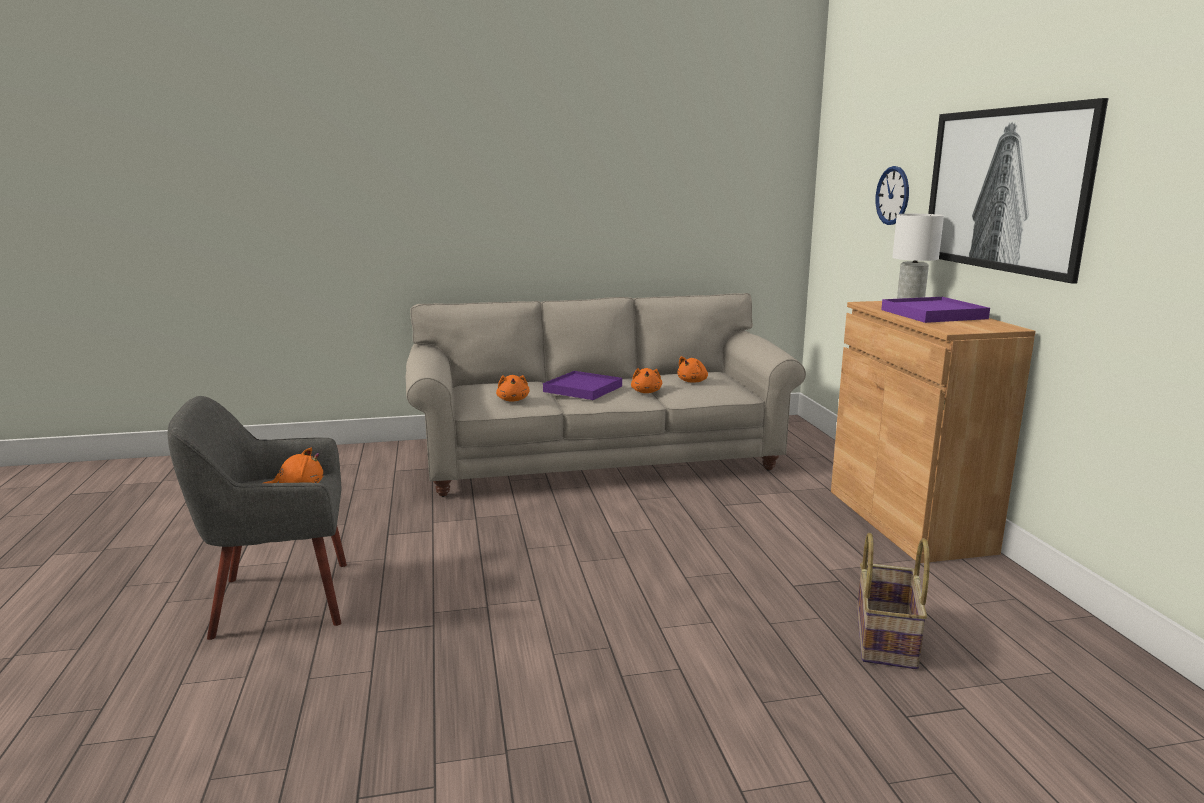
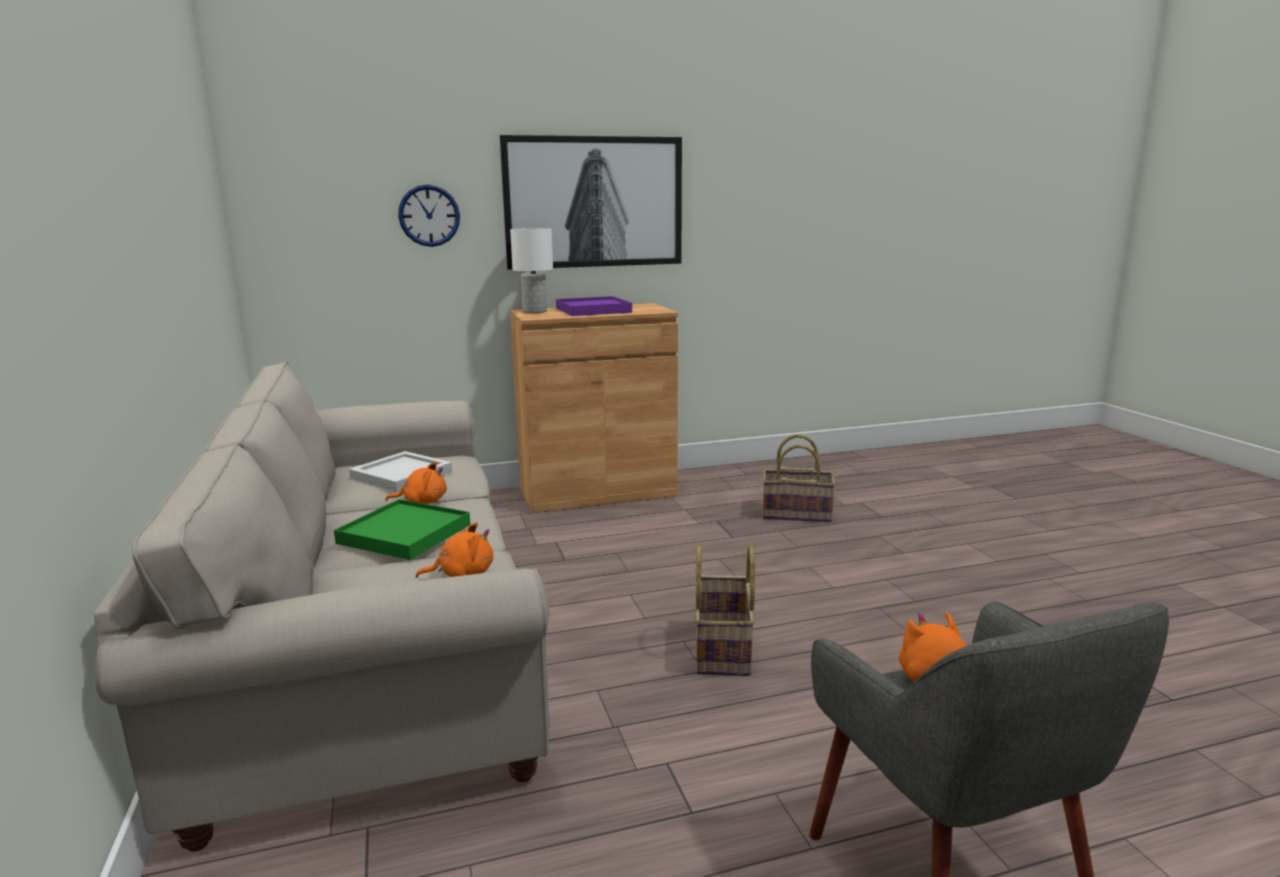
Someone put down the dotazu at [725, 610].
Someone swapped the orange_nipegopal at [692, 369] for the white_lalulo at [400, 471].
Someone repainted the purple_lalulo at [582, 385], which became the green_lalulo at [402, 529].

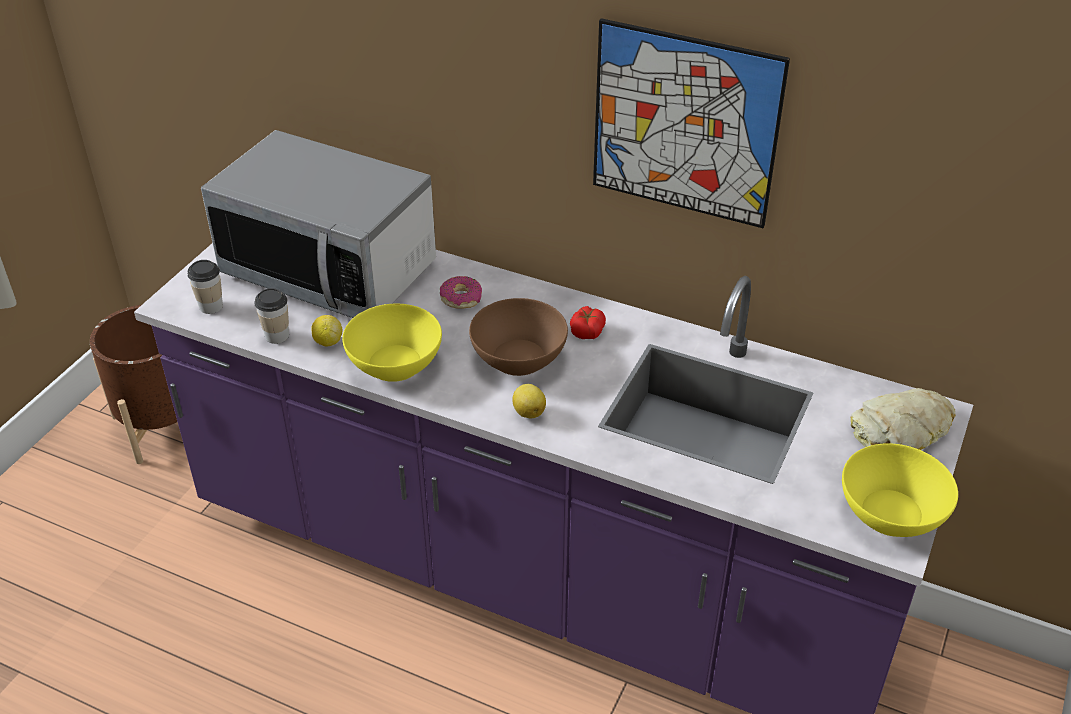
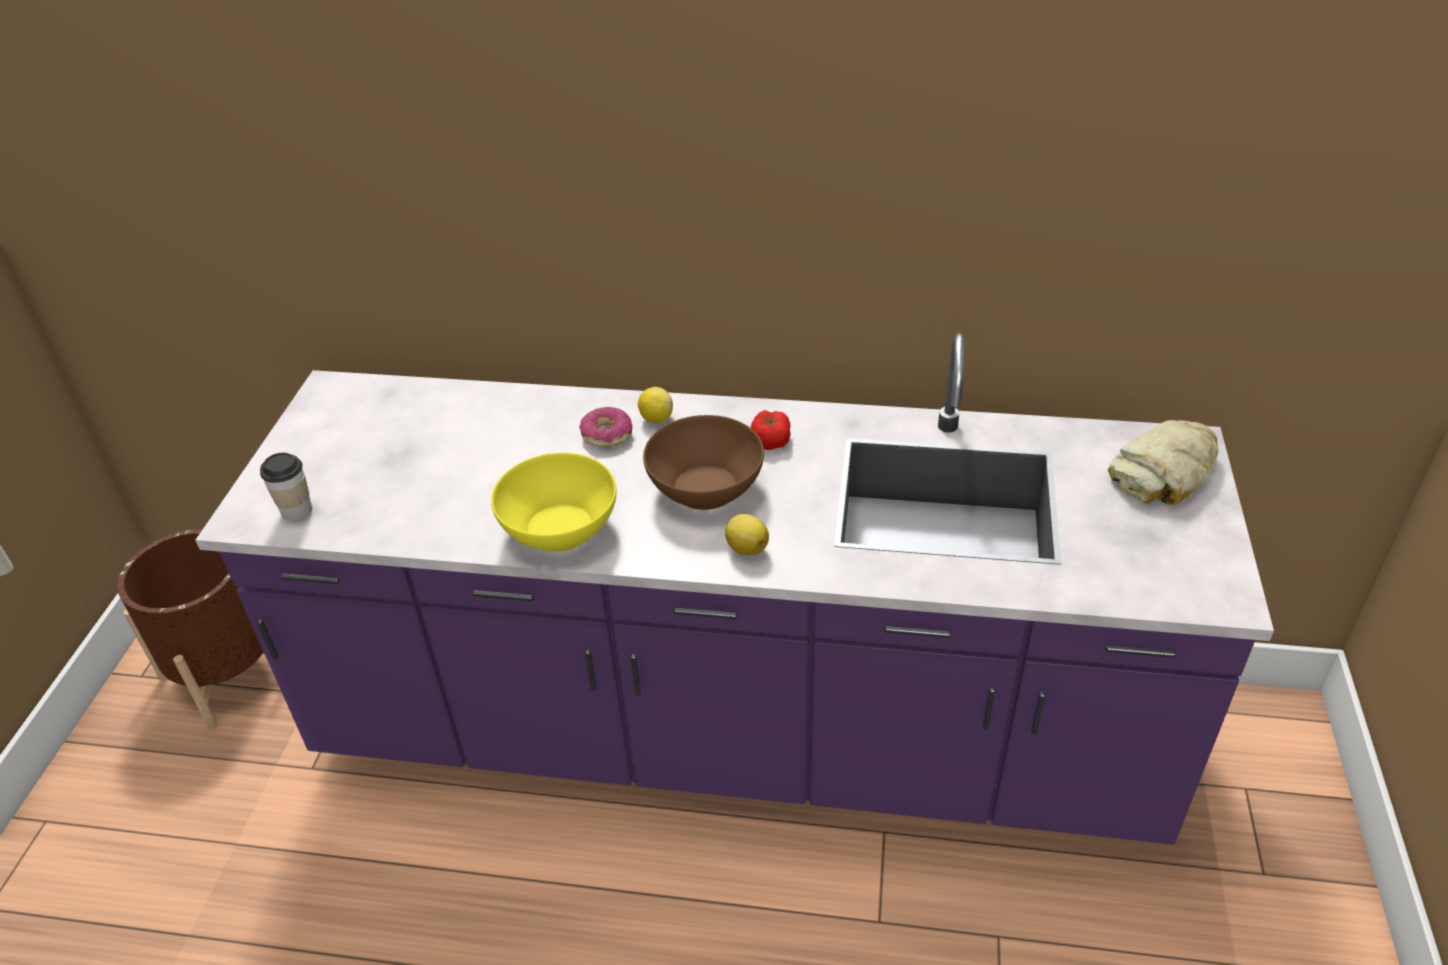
Someone took away the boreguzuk at [318, 224].
Someone took away the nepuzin at [271, 316].
Someone took away the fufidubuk at [691, 123].
Someone took away the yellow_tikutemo at [900, 490].
Someone carried the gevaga from [326, 331] to [655, 405].

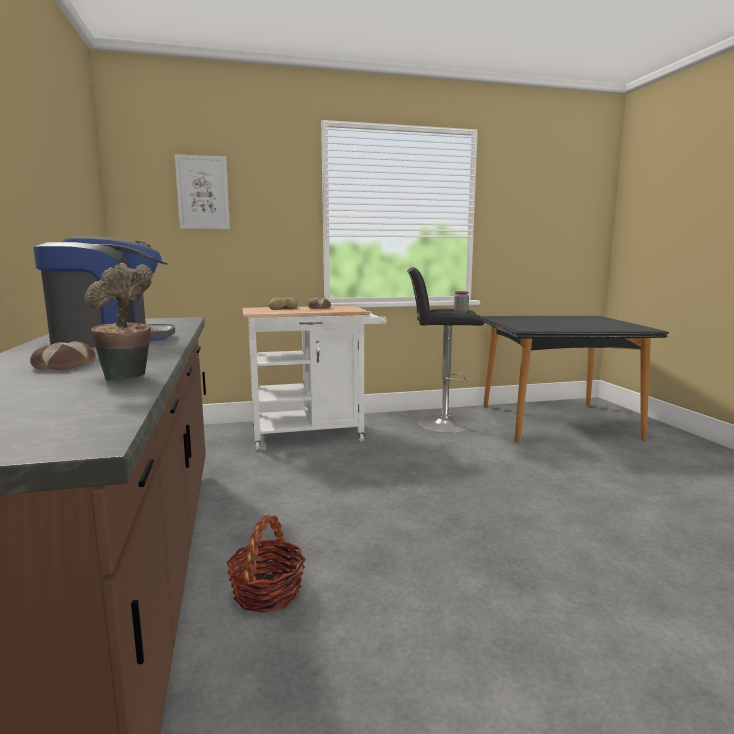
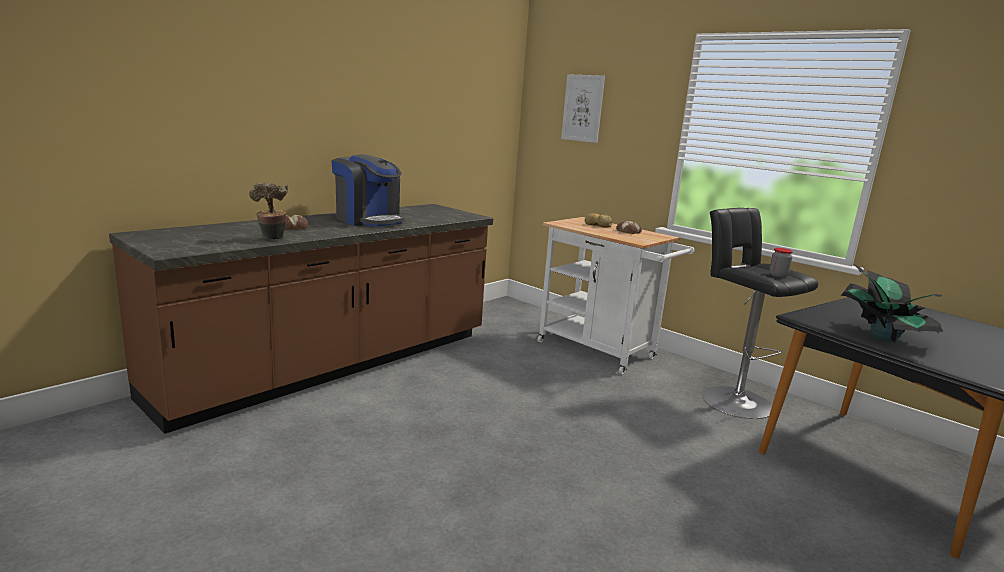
Someone took away the dotazu at [266, 564].
Someone put down the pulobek at [892, 303].

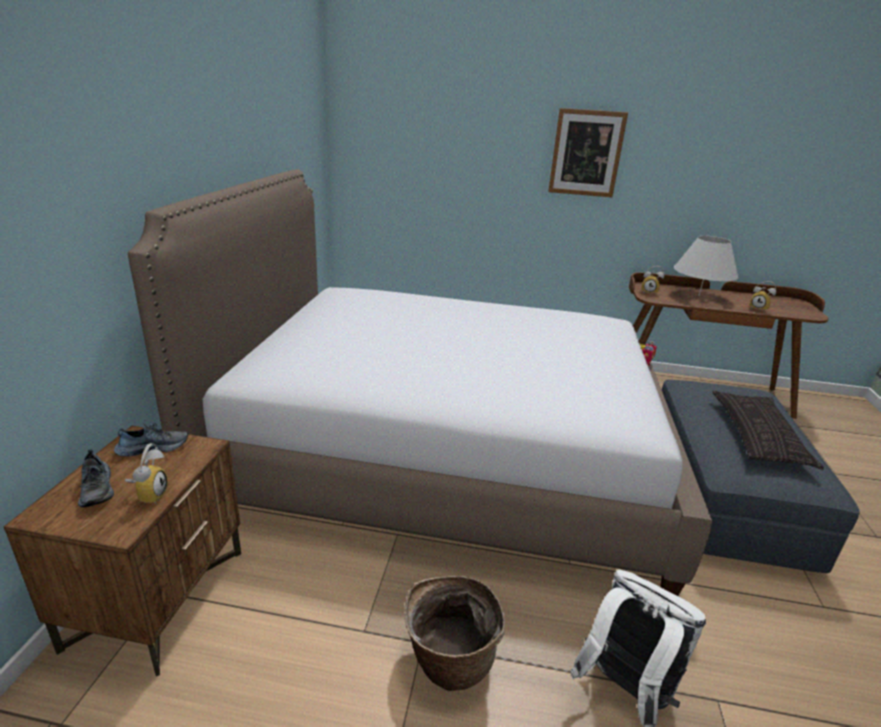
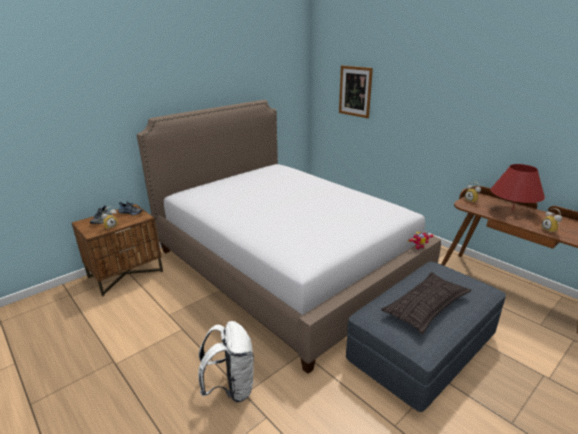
Someone took away the dotazu at [454, 633].
Someone carried the fufidubuk from [588, 152] to [356, 91].
Someone repainted the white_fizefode at [706, 266], which became the red_fizefode at [517, 188].

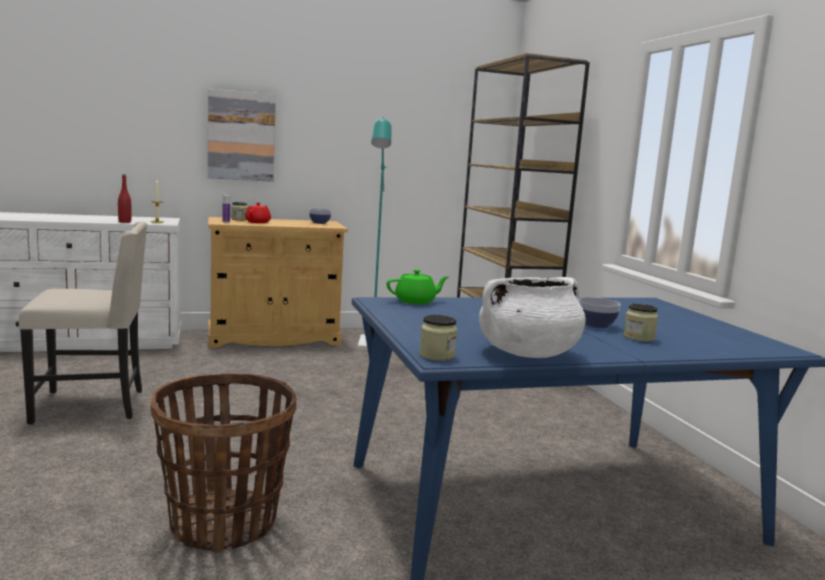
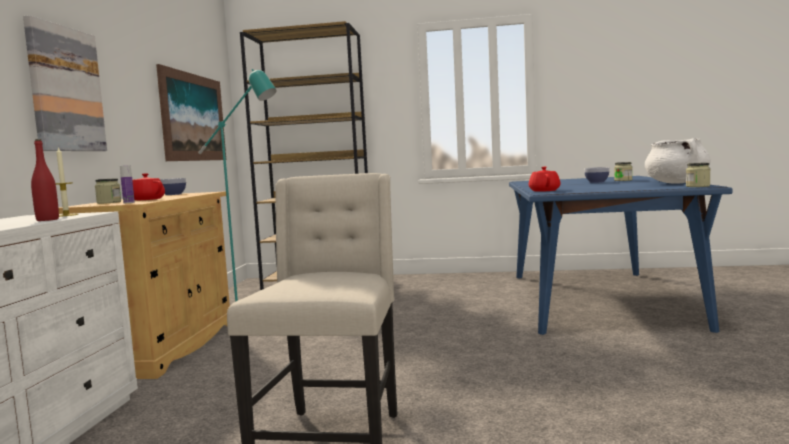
Someone took away the dotazu at [223, 463].
Someone put up the fufidubuk at [191, 112].
Someone repainted the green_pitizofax at [417, 286], which became the red_pitizofax at [545, 179].

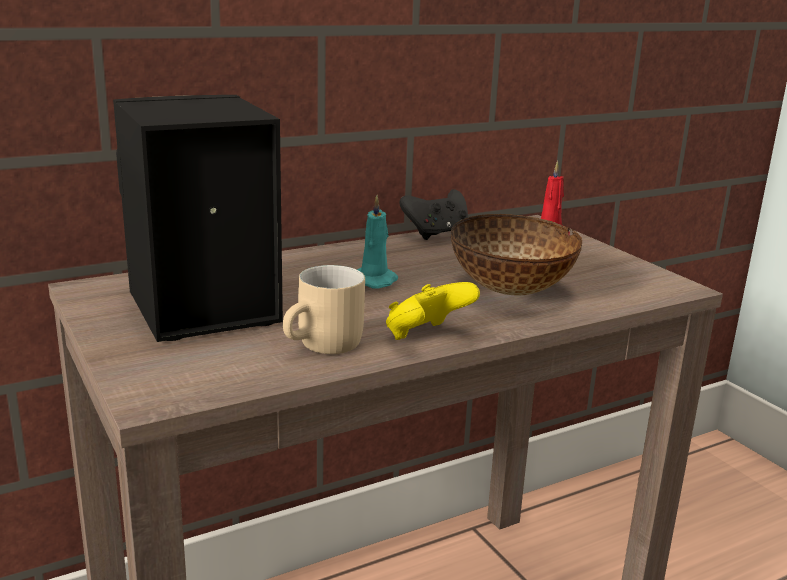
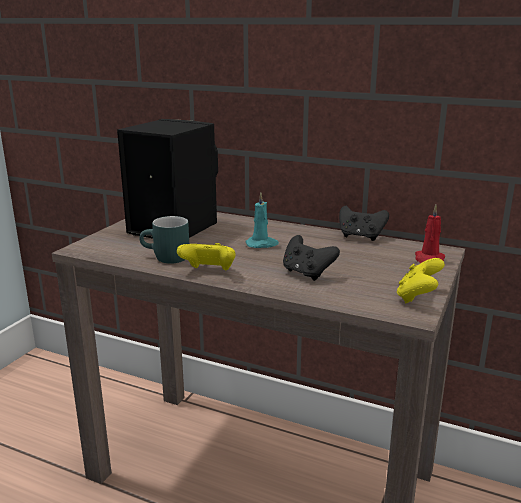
Someone put down the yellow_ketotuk at [421, 280].
Someone swapped the tikutemo at [516, 254] for the black_ketotuk at [311, 258].
Someone repainted the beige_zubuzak at [324, 309], which became the turquoise_zubuzak at [164, 240].

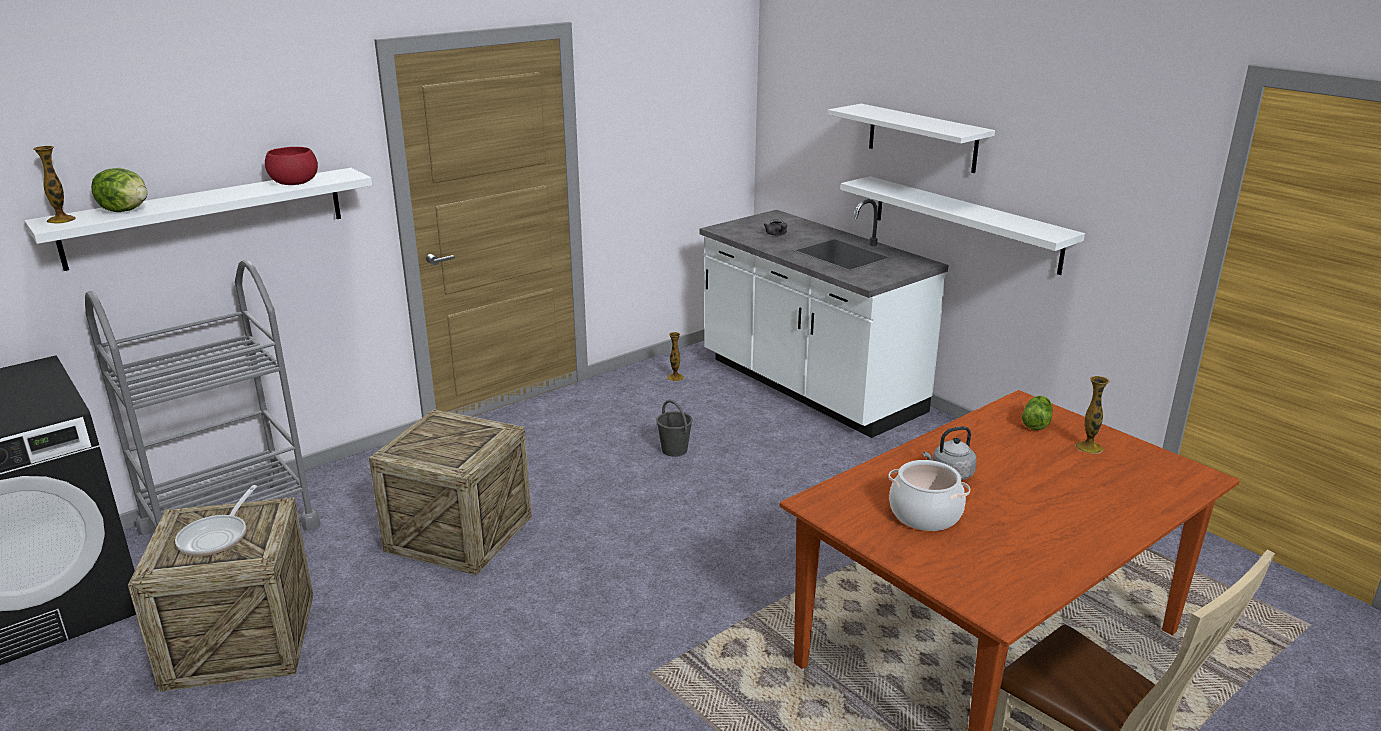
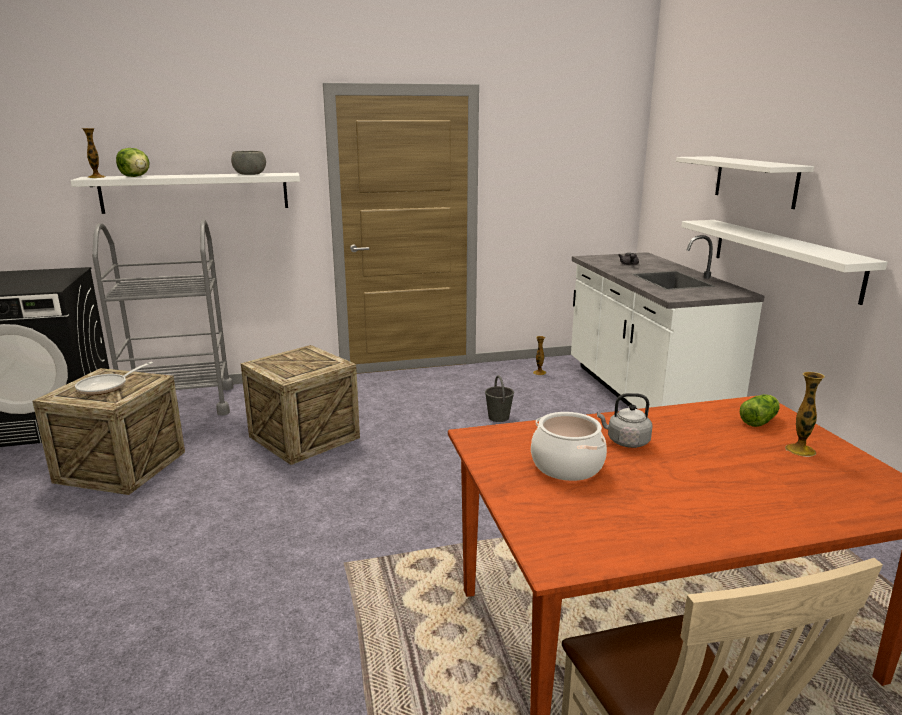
Someone repainted the red_tikutemo at [291, 166], which became the grey_tikutemo at [248, 163].

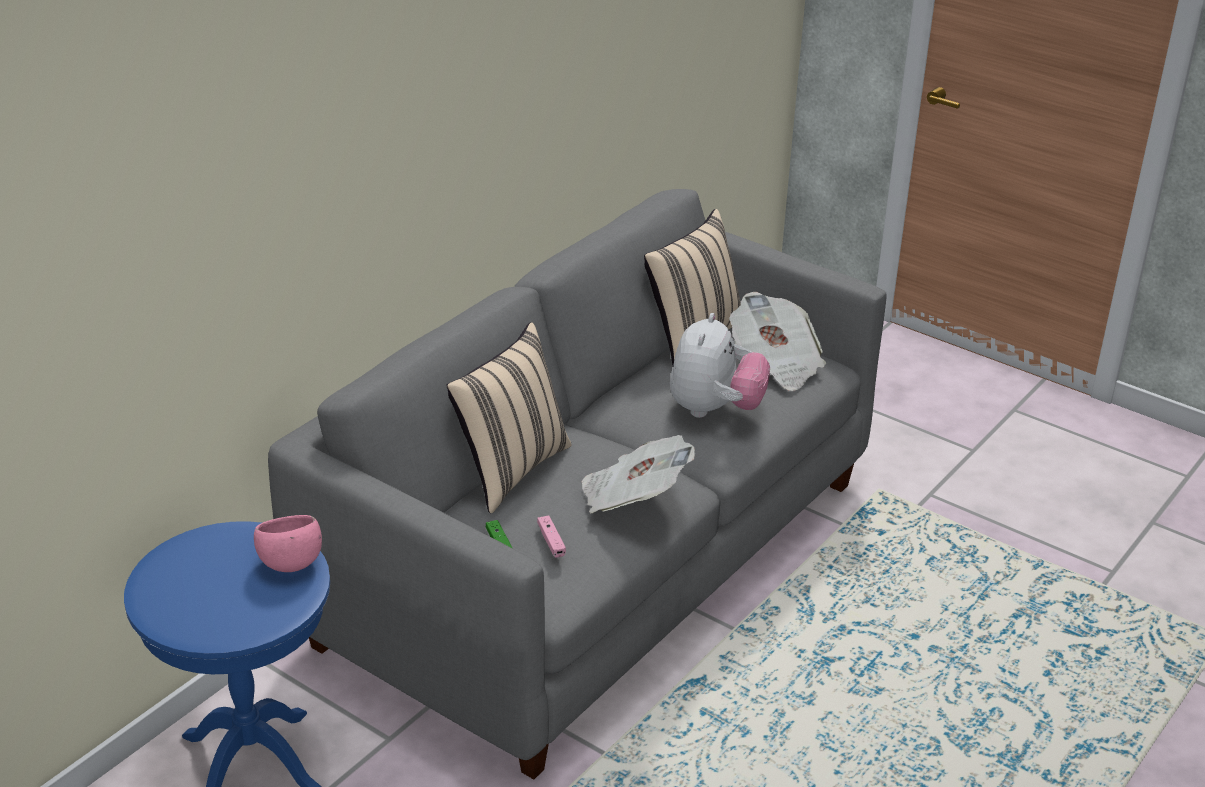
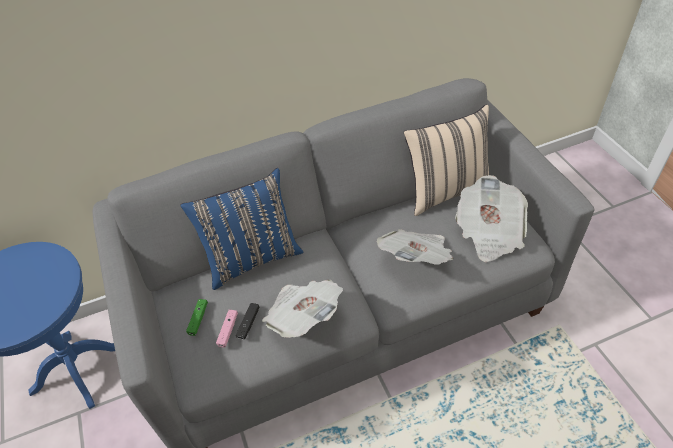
Someone took away the pink_tikutemo at [288, 543].
Someone put down the black_ketotuk at [247, 321].
Someone swapped the nipegopal at [720, 365] for the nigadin at [415, 247].
Someone repainted the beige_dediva at [509, 417], which became the blue_dediva at [242, 229].

